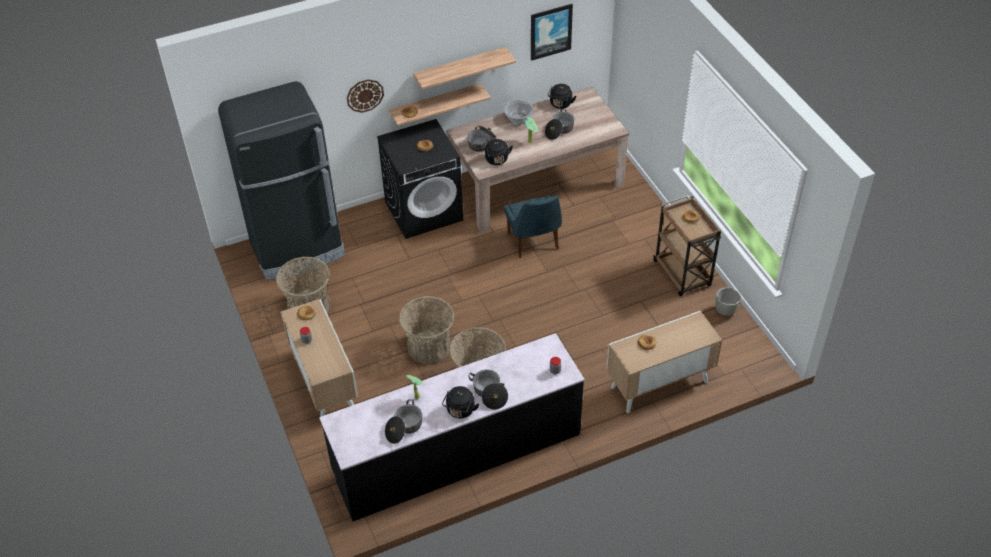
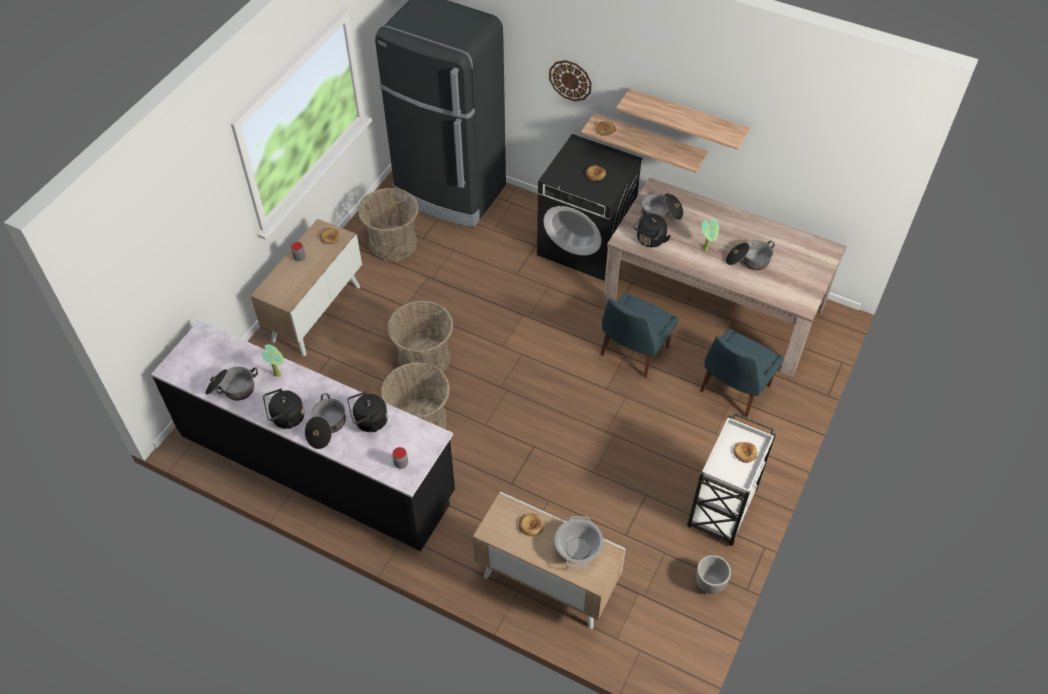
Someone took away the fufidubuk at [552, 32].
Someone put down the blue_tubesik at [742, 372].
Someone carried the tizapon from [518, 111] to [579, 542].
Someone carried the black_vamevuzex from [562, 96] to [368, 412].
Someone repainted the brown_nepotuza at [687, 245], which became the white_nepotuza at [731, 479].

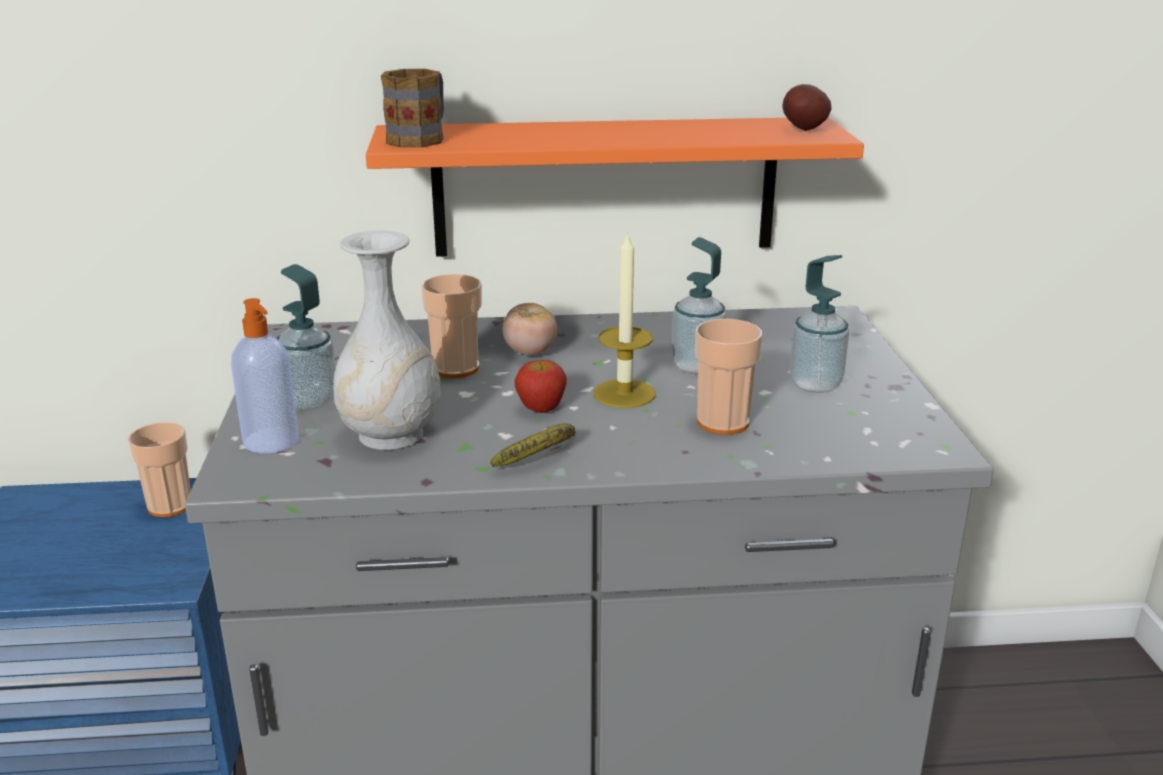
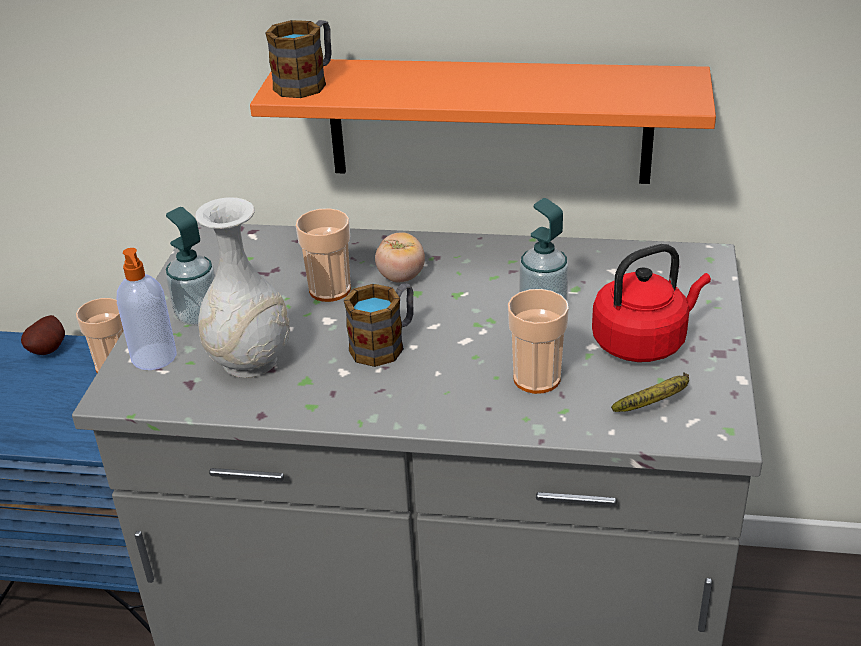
Someone took away the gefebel at [624, 319].
Someone carried the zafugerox from [533, 445] to [650, 392].
Someone carried the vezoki from [807, 107] to [43, 335].
Someone swapped the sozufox at [541, 386] for the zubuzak at [378, 325].
Someone swapped the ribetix at [819, 324] for the red_vamevuzex at [651, 303].

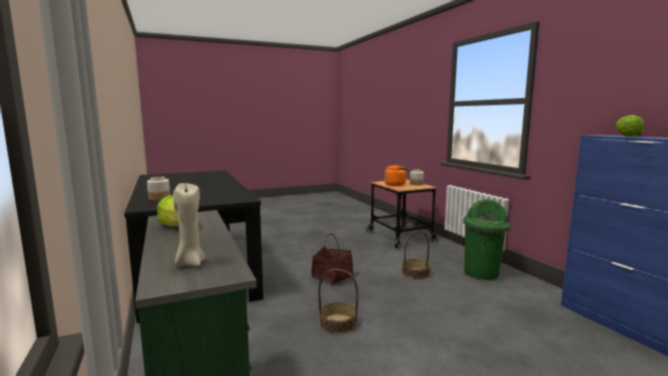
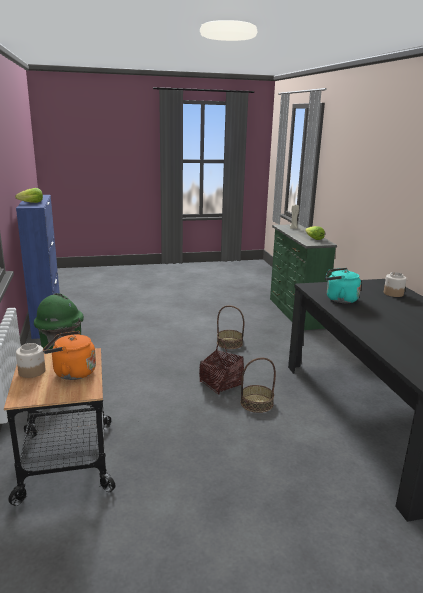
Someone put down the turquoise_vamevuzex at [343, 285].
Someone carried the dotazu from [416, 255] to [258, 385].

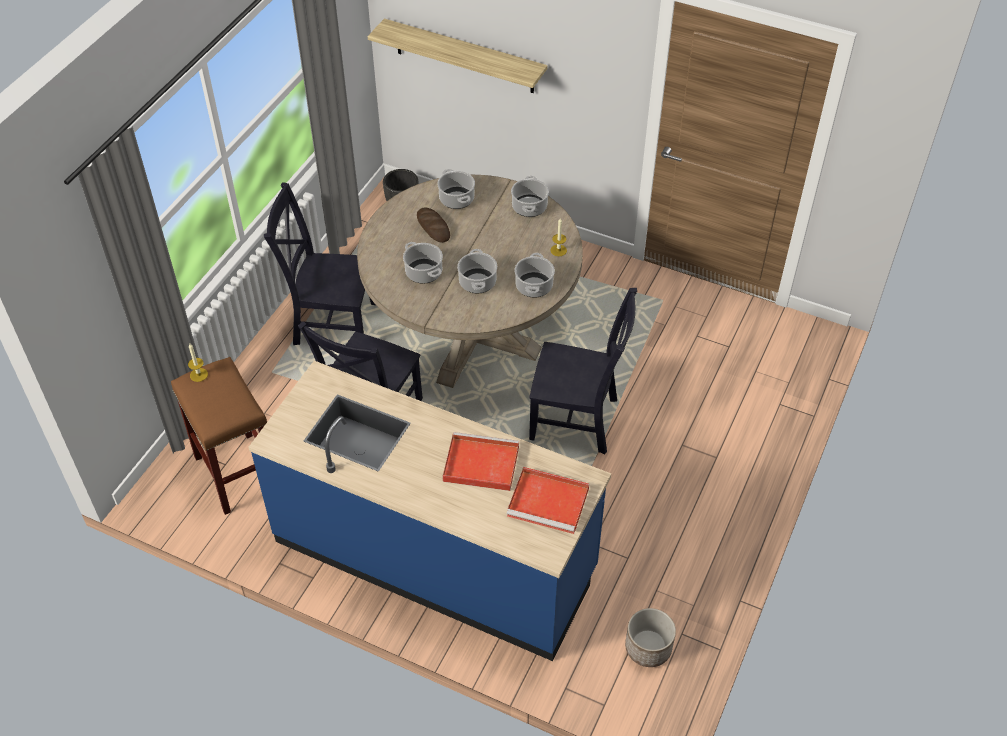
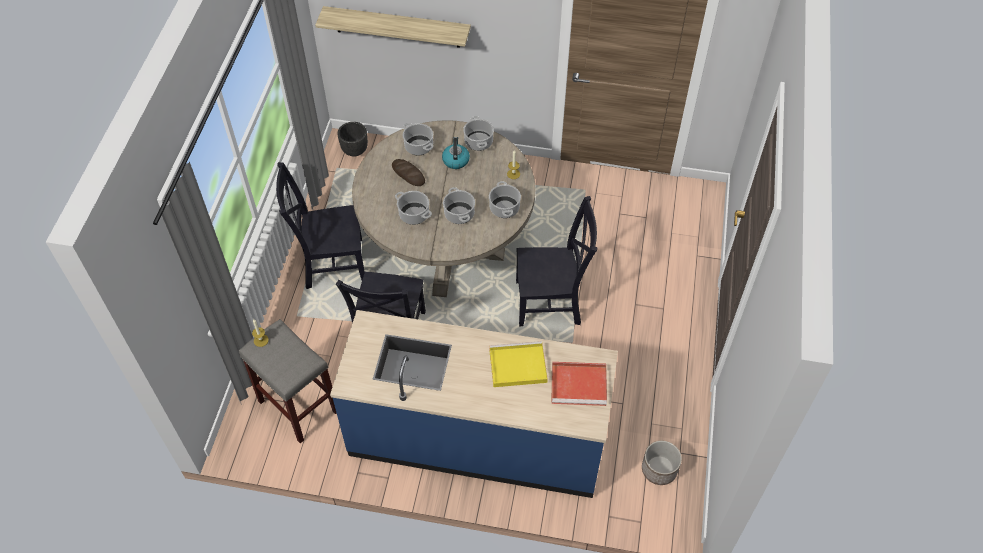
Someone put down the vamevuzex at [456, 153].
Someone repainted the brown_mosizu at [219, 436], which became the grey_mosizu at [287, 381].
Someone repainted the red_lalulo at [481, 461], which became the yellow_lalulo at [518, 364].

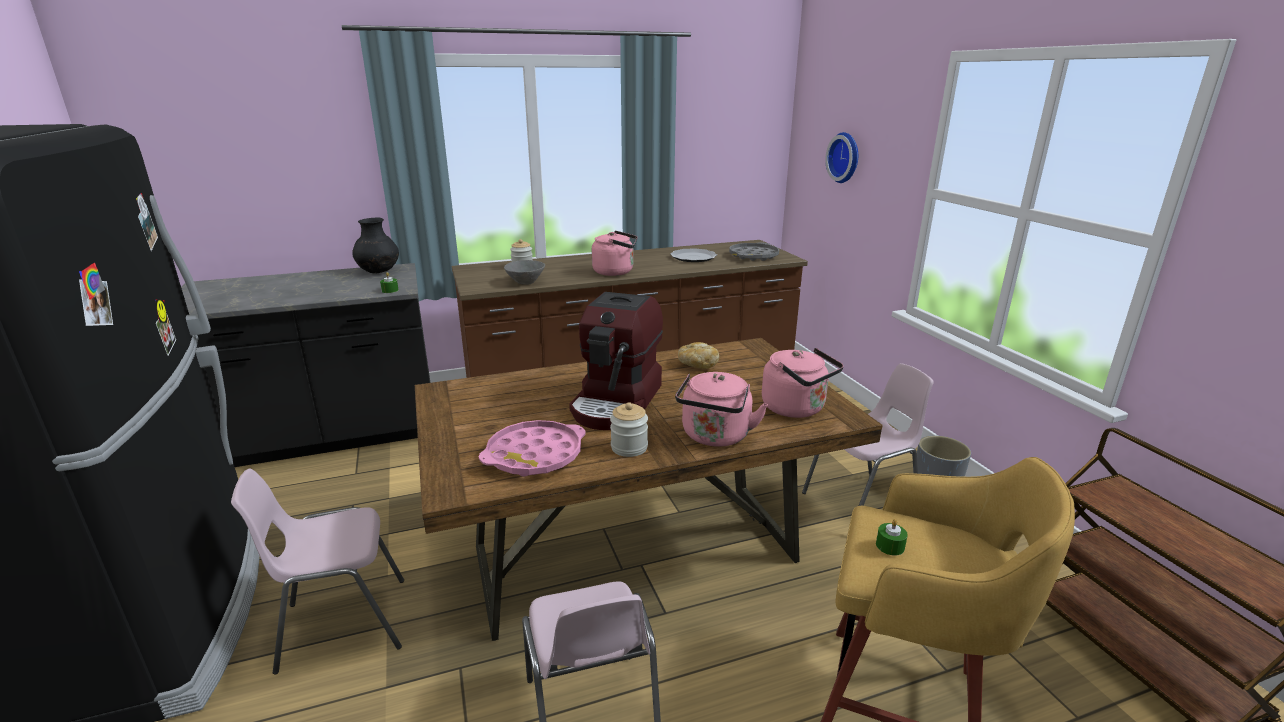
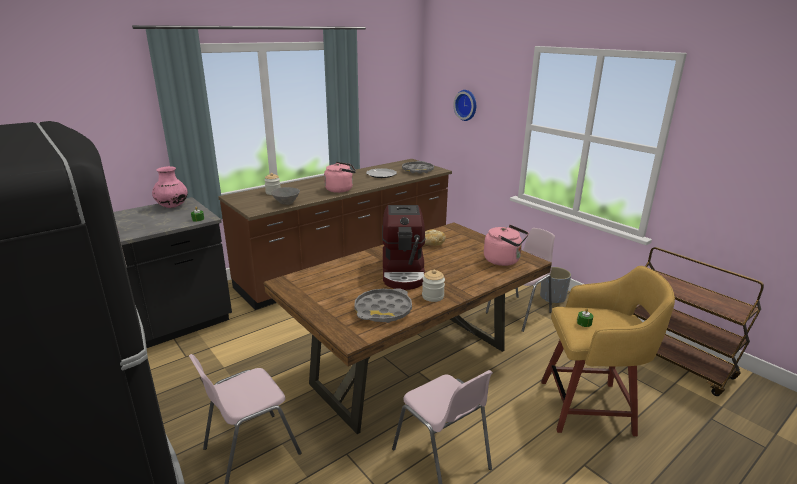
Someone took away the pink_vamevuzex at [721, 409].
Someone repainted the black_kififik at [376, 245], which became the pink_kififik at [170, 187].
Someone repainted the pink_lalulo at [532, 448], which became the grey_lalulo at [383, 305].

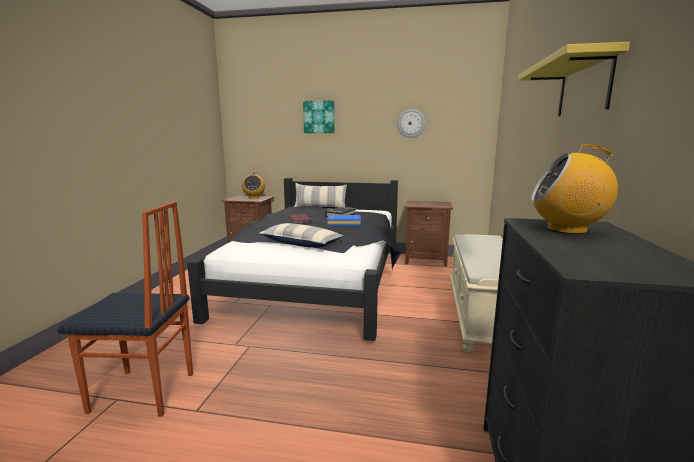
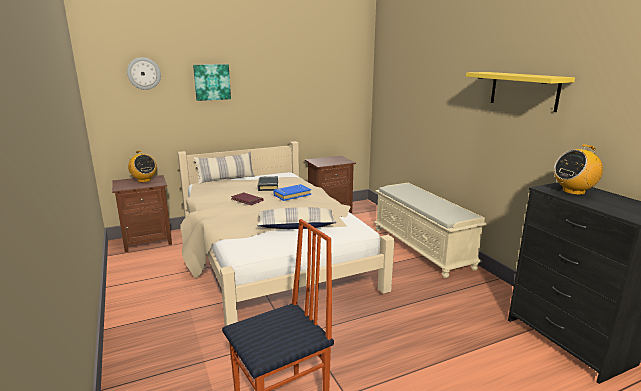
Someone carried the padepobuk from [411, 123] to [144, 73].
Someone repainted the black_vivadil at [294, 259], which became the beige_vivadil at [286, 233].

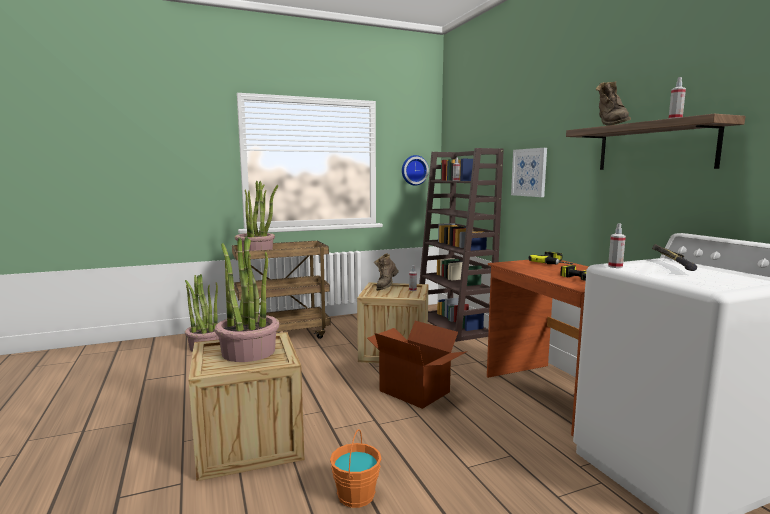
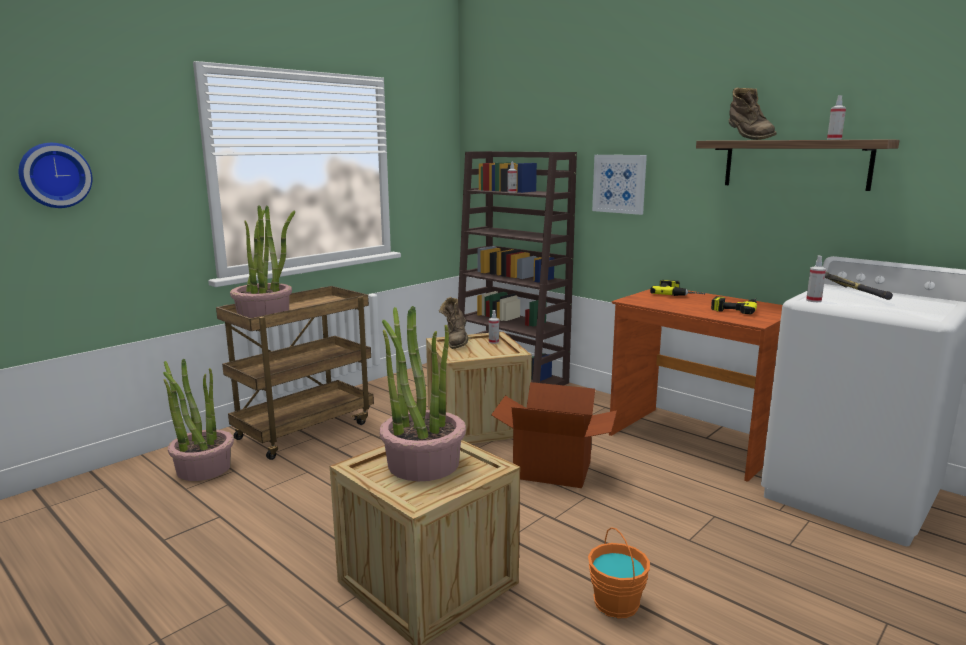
Someone carried the padepobuk from [415, 170] to [55, 175].

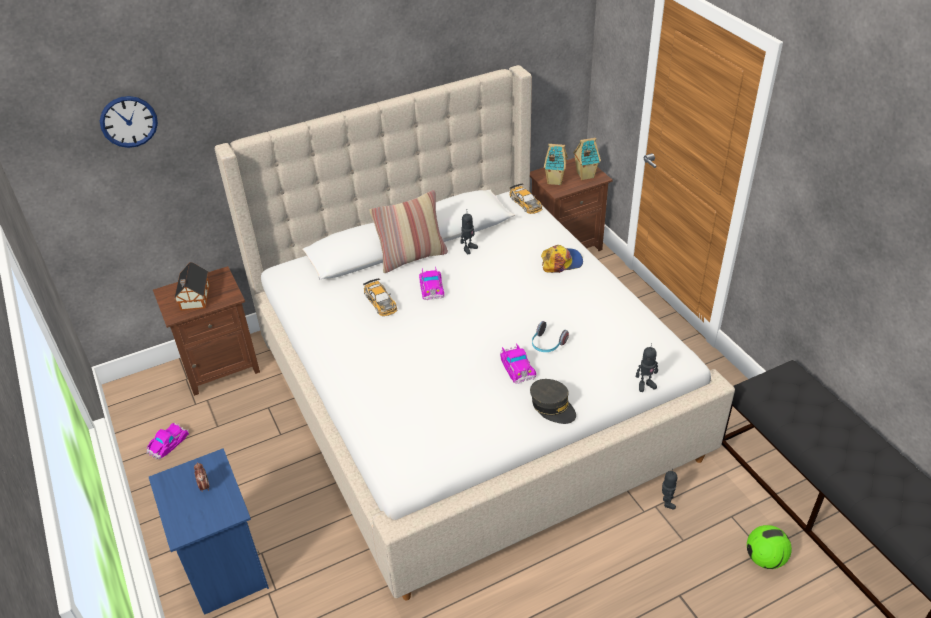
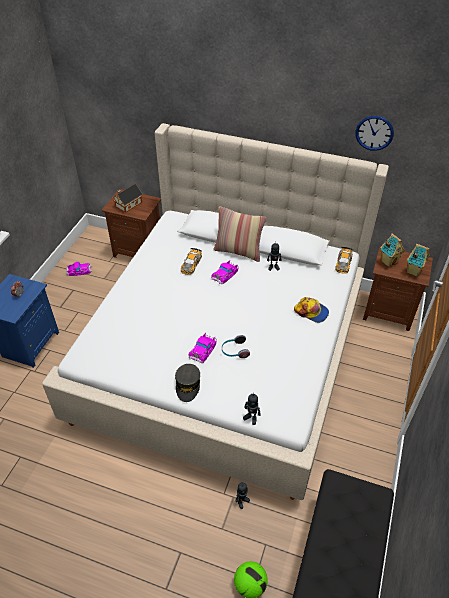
Someone carried the padepobuk from [129, 122] to [374, 133].

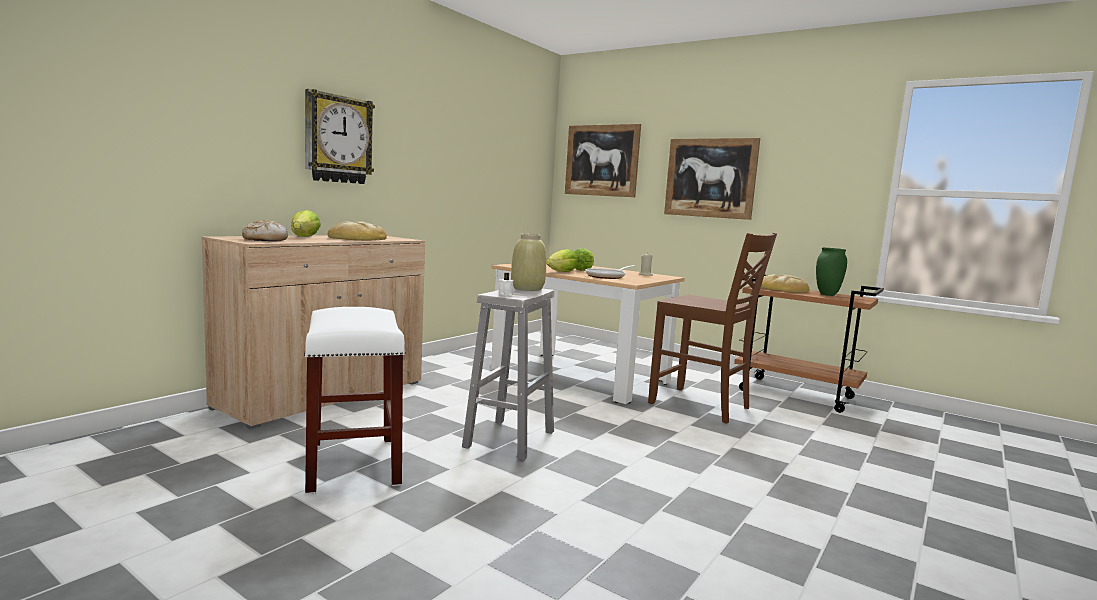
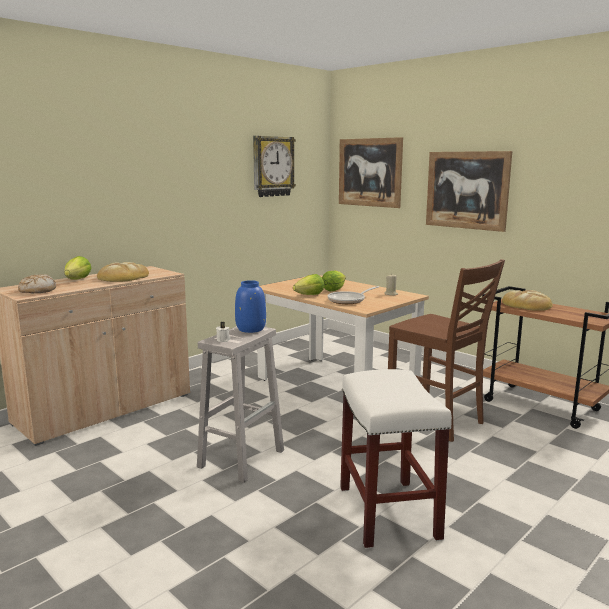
Someone took away the green_kififik at [831, 272].
Someone carried the white_mosizu from [355, 400] to [396, 459].
Someone carried the padepobuk from [340, 136] to [274, 166].
Someone repainted the beige_kififik at [528, 262], which became the blue_kififik at [250, 306].

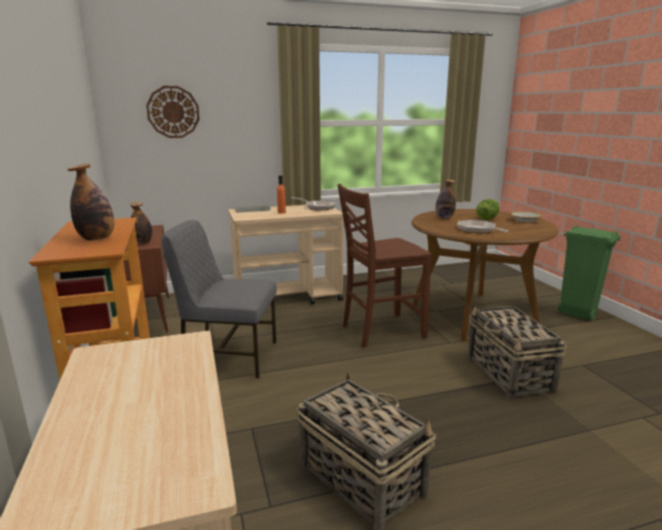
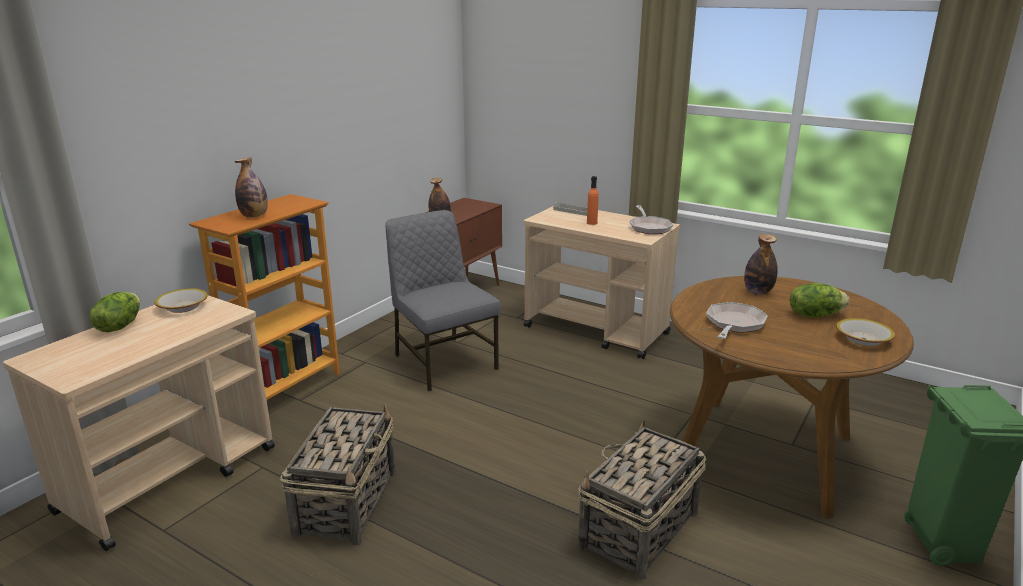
Someone took away the padepobuk at [173, 112].
Someone took away the brown_tubesik at [384, 265].
Someone put down the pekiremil at [114, 312].
Someone put down the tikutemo at [181, 300].

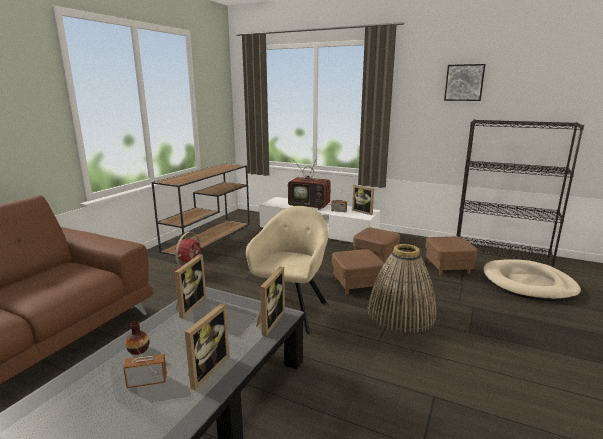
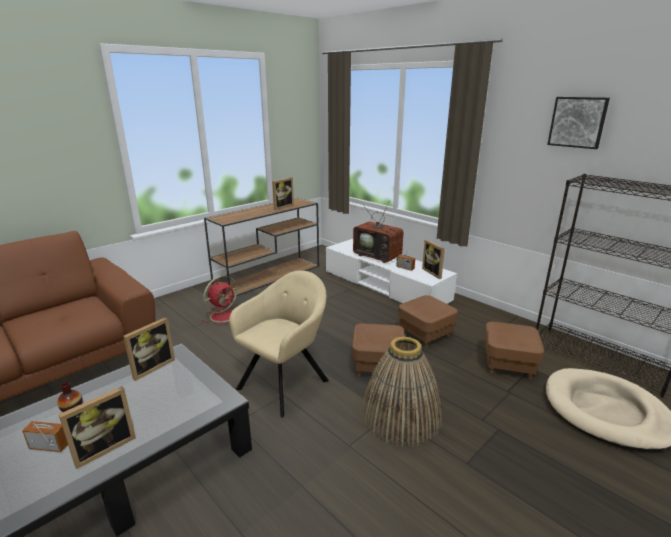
Someone carried the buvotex from [270, 302] to [283, 193].

